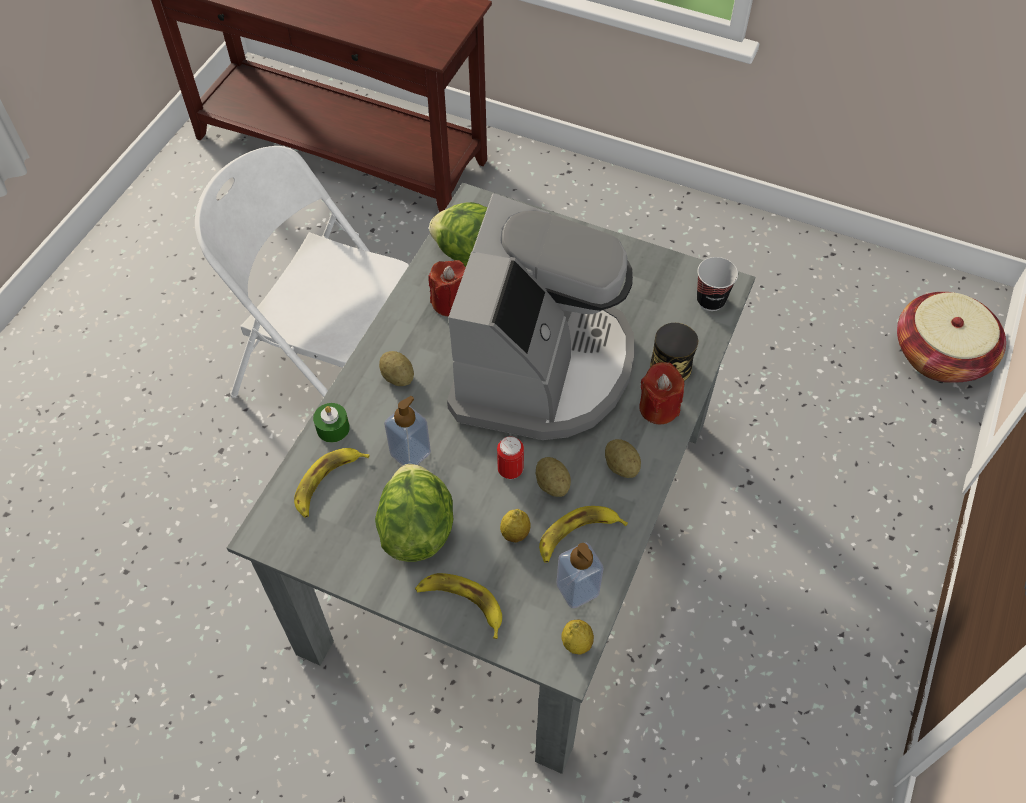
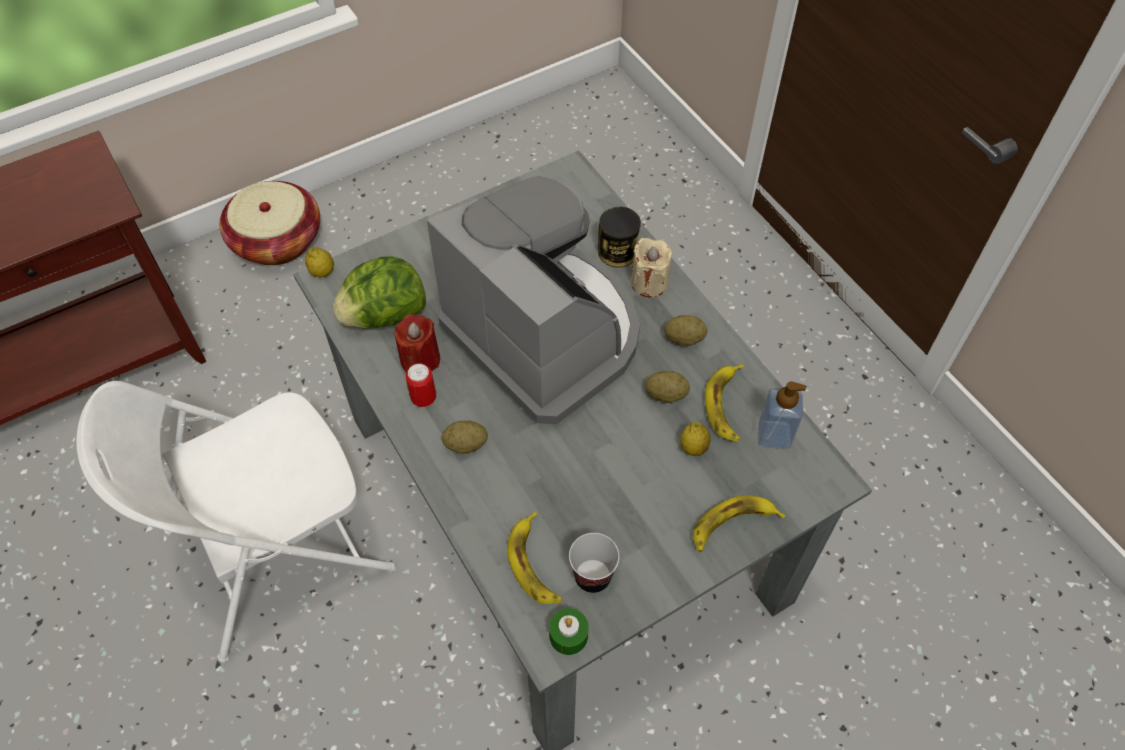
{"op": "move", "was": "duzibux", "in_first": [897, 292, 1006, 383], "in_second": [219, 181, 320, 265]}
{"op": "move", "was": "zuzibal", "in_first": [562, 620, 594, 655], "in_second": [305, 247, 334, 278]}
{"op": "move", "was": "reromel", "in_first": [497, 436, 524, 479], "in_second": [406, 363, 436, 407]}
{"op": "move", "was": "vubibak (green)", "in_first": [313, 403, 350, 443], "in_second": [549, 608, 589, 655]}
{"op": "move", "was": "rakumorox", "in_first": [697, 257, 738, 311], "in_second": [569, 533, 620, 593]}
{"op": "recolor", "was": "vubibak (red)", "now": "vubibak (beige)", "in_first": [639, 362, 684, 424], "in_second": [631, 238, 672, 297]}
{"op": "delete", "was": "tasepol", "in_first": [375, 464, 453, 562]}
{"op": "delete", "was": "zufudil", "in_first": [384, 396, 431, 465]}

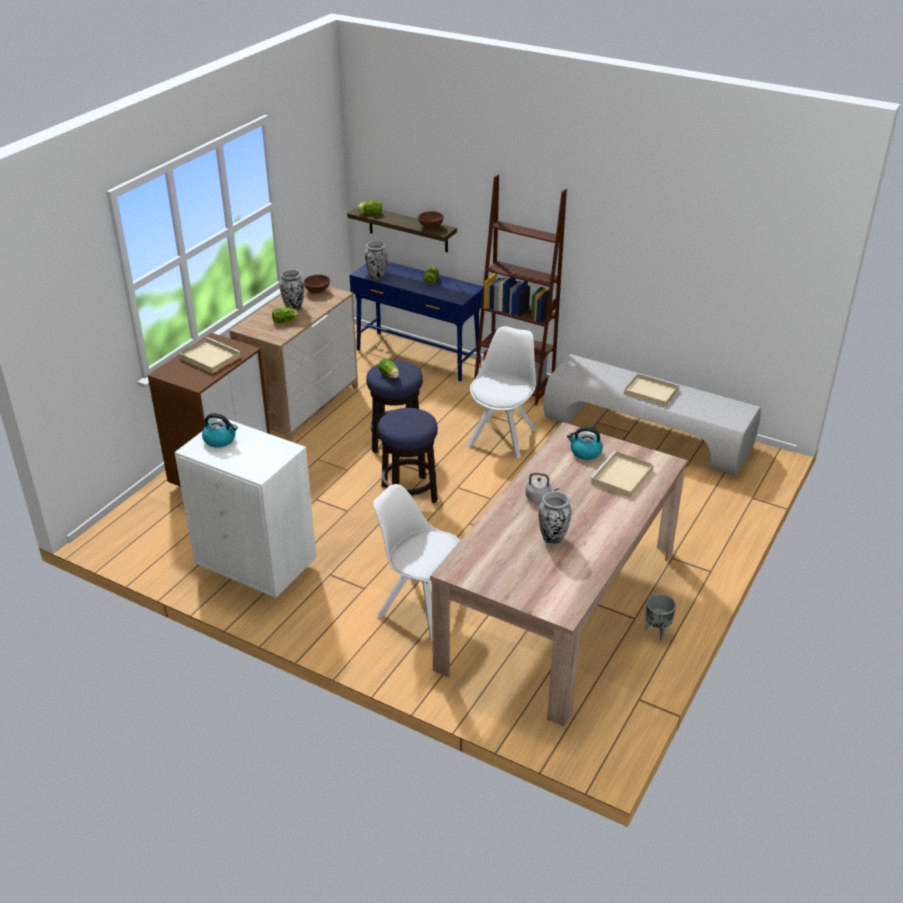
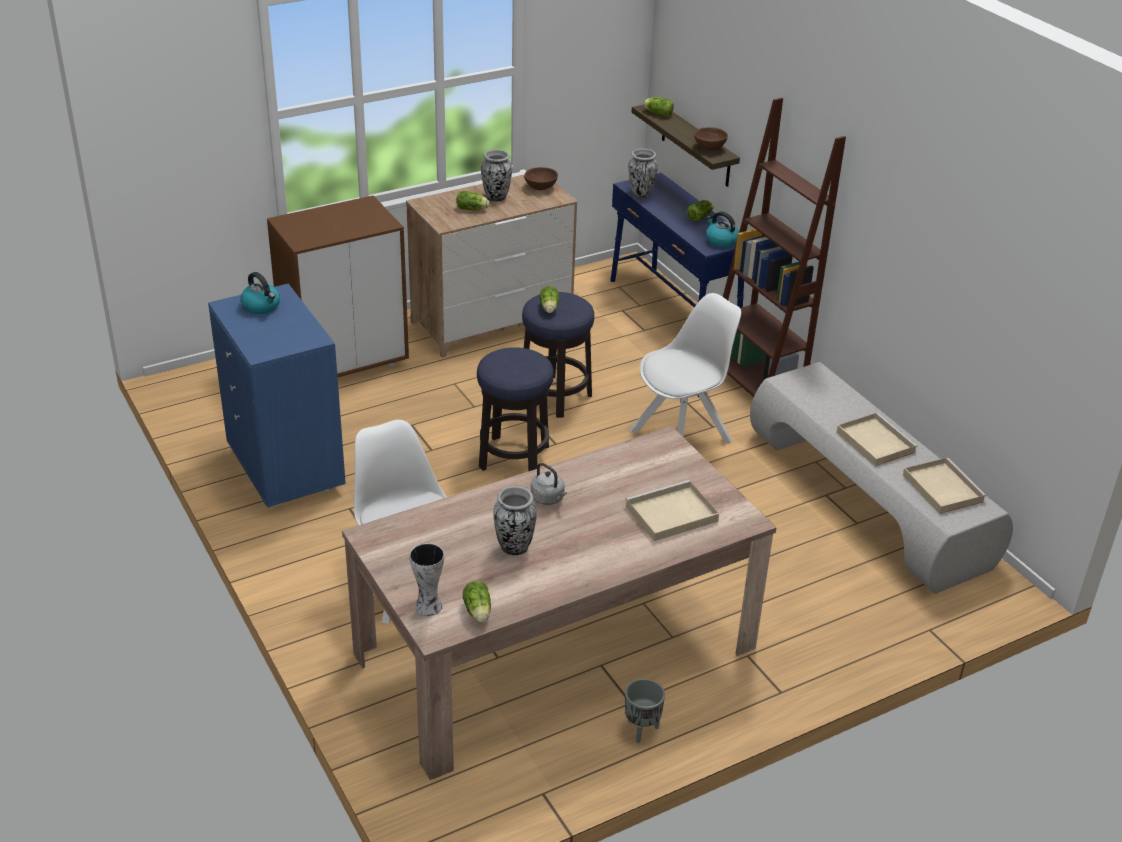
{"op": "recolor", "was": "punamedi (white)", "now": "punamedi (blue)", "in_first": [175, 419, 316, 598], "in_second": [208, 284, 346, 508]}
{"op": "insert", "now": "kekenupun", "in_second": [409, 543, 444, 616]}
{"op": "insert", "now": "tasepol", "in_second": [463, 581, 491, 623]}
{"op": "move", "was": "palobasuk", "in_first": [567, 427, 603, 460], "in_second": [706, 211, 739, 248]}
{"op": "move", "was": "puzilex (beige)", "in_first": [178, 337, 241, 374], "in_second": [903, 458, 987, 514]}

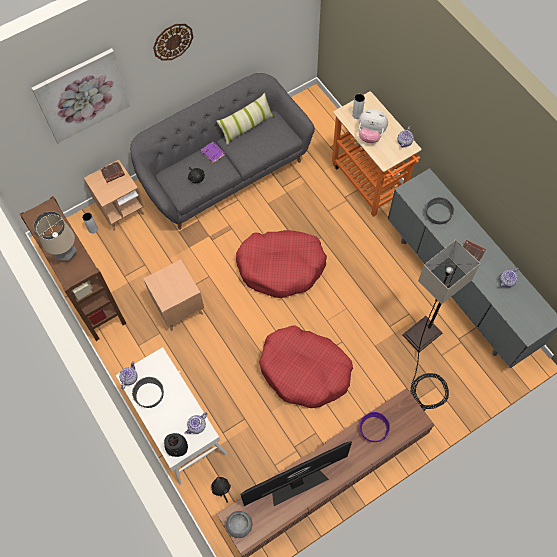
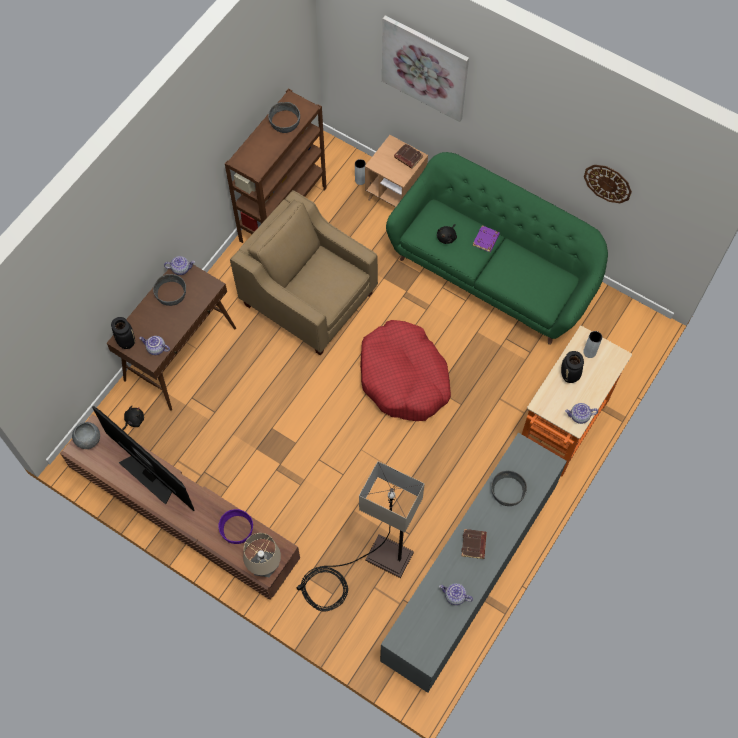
{"op": "recolor", "was": "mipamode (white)", "now": "mipamode (brown)", "in_first": [116, 347, 227, 485], "in_second": [107, 262, 236, 411]}
{"op": "replace", "was": "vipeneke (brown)", "now": "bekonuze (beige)", "in_first": [143, 259, 204, 331], "in_second": [230, 190, 378, 356]}
{"op": "move", "was": "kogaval", "in_first": [36, 214, 77, 261], "in_second": [243, 533, 281, 577]}
{"op": "recolor", "was": "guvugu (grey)", "now": "guvugu (green)", "in_first": [130, 73, 315, 230], "in_second": [386, 152, 608, 345]}
{"op": "replace", "was": "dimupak", "now": "kekenupun (black)", "in_first": [358, 109, 388, 143], "in_second": [561, 351, 584, 383]}
{"op": "move", "was": "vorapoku", "in_first": [153, 24, 193, 61], "in_second": [584, 165, 632, 203]}
{"op": "delete", "was": "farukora", "in_first": [217, 93, 274, 145]}
{"op": "delete", "was": "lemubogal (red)", "in_first": [259, 325, 353, 408]}

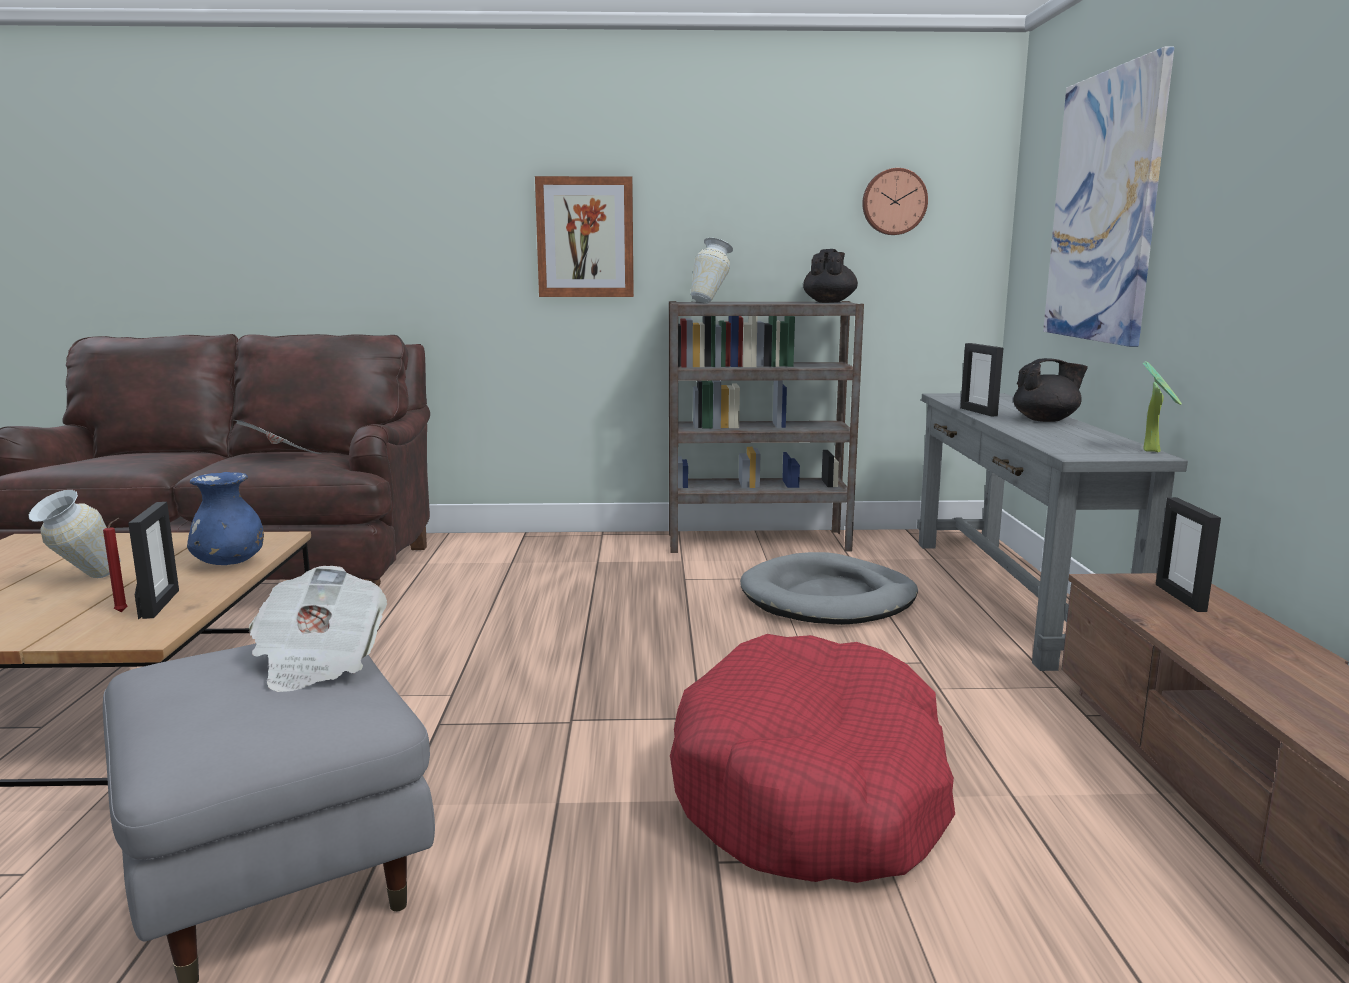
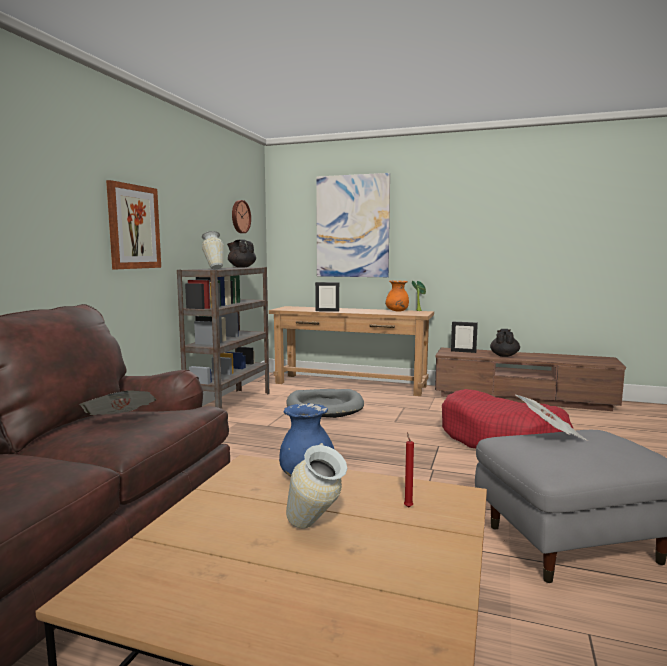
{"op": "recolor", "was": "mipamode (grey)", "now": "mipamode (brown)", "in_first": [917, 393, 1188, 671], "in_second": [269, 306, 434, 396]}
{"op": "insert", "now": "kekenupun (orange)", "in_second": [385, 280, 409, 312]}
{"op": "move", "was": "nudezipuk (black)", "in_first": [1013, 358, 1088, 422], "in_second": [490, 329, 520, 357]}
{"op": "delete", "was": "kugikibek", "in_first": [128, 502, 179, 619]}

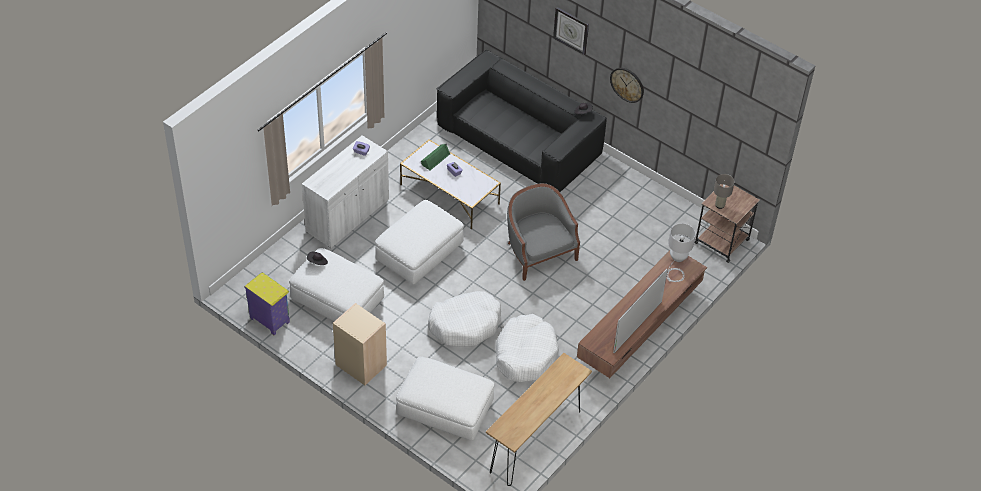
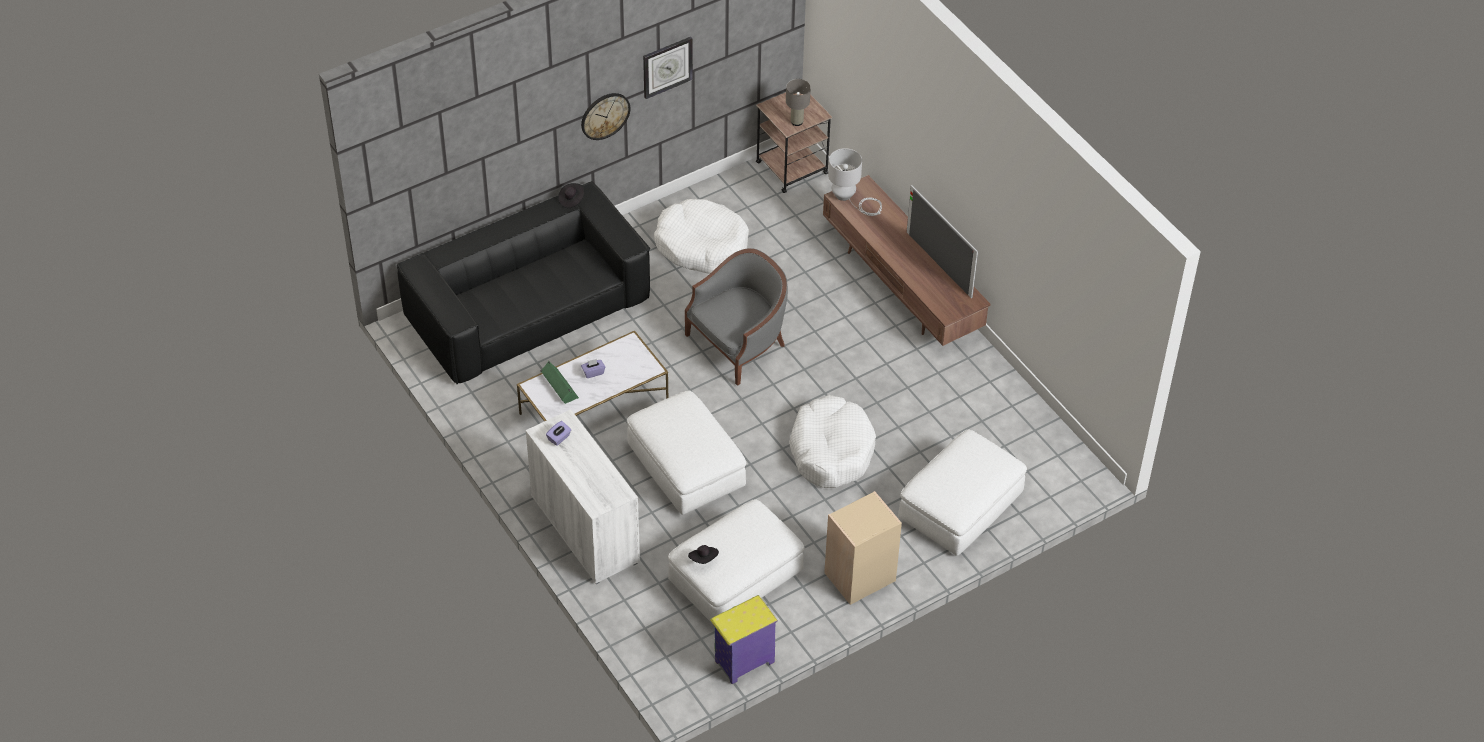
{"op": "move", "was": "vorapoku", "in_first": [553, 7, 589, 55], "in_second": [643, 37, 693, 99]}
{"op": "move", "was": "lemubogal (white)", "in_first": [496, 314, 559, 382], "in_second": [654, 199, 749, 274]}
{"op": "rotate", "was": "bekonuze (grey)", "in_first": [507, 183, 580, 281], "in_second": [685, 248, 788, 386], "clockwise": 150}
{"op": "delete", "was": "mipamode (brown)", "in_first": [486, 353, 592, 486]}

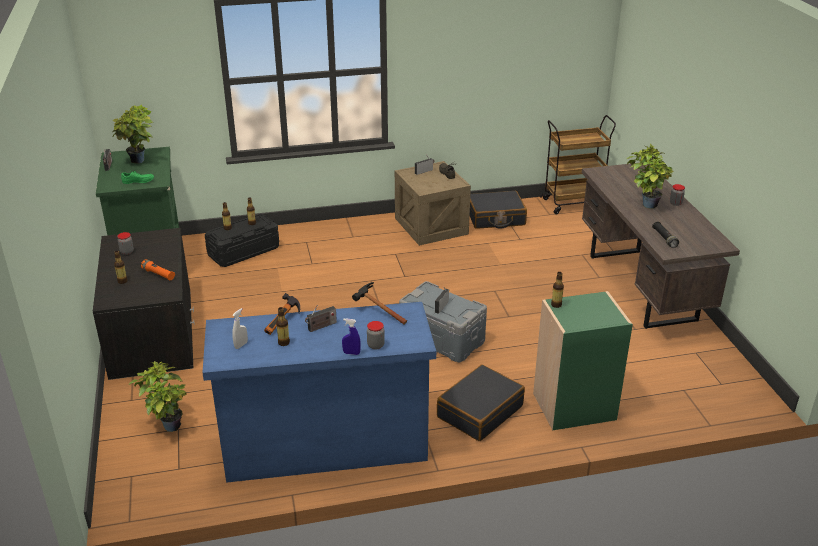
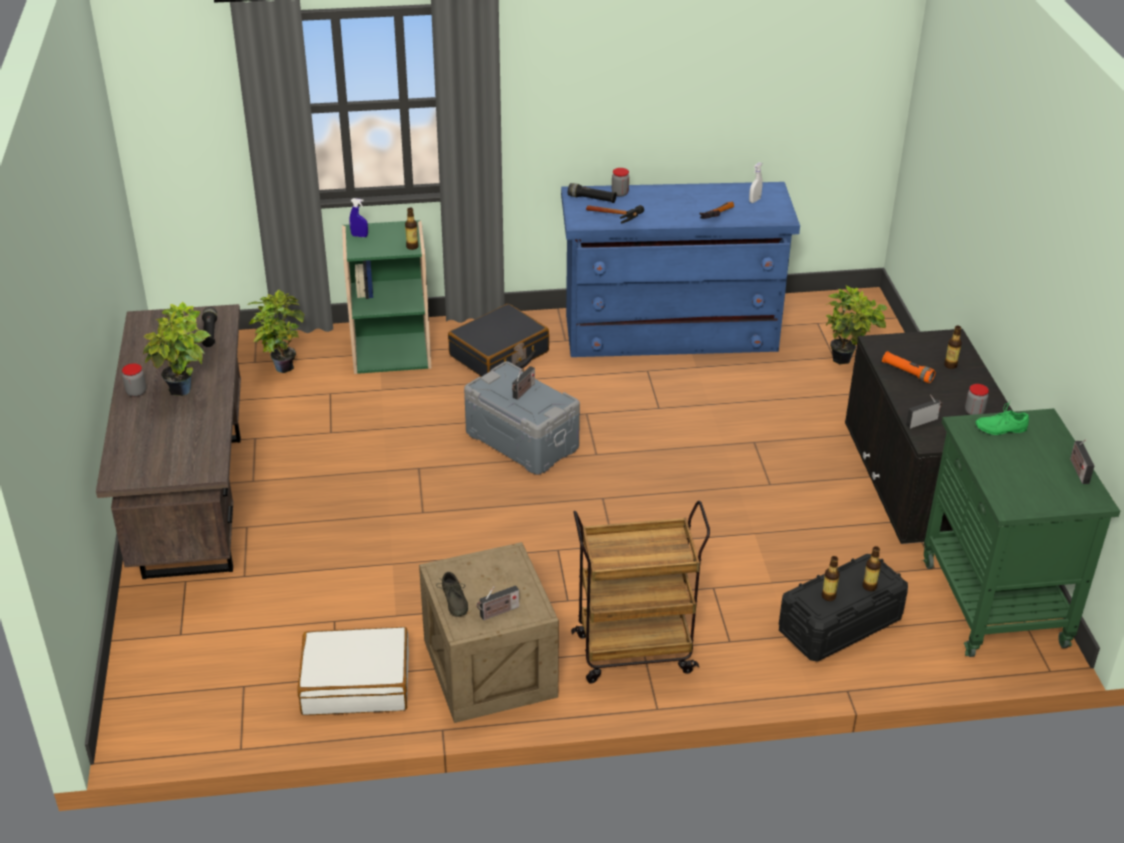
{"op": "move", "was": "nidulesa", "in_first": [113, 105, 153, 164], "in_second": [247, 290, 304, 373]}
{"op": "recolor", "was": "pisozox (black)", "now": "pisozox (white)", "in_first": [470, 191, 527, 229], "in_second": [297, 627, 409, 715]}
{"op": "move", "was": "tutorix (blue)", "in_first": [342, 318, 361, 355], "in_second": [349, 198, 368, 237]}
{"op": "insert", "now": "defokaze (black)", "in_second": [568, 183, 617, 203]}
{"op": "move", "was": "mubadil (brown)", "in_first": [540, 115, 616, 215], "in_second": [571, 501, 710, 684]}
{"op": "move", "was": "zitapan", "in_first": [305, 305, 337, 332], "in_second": [906, 395, 942, 429]}
{"op": "delete", "was": "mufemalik", "in_first": [276, 307, 290, 346]}

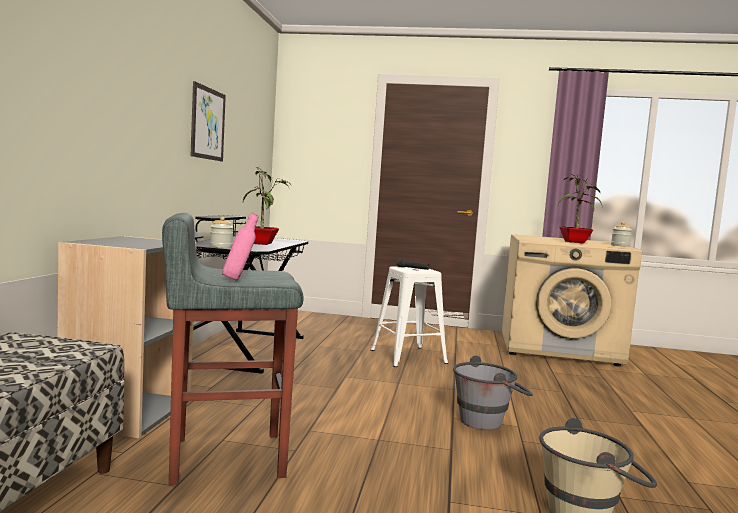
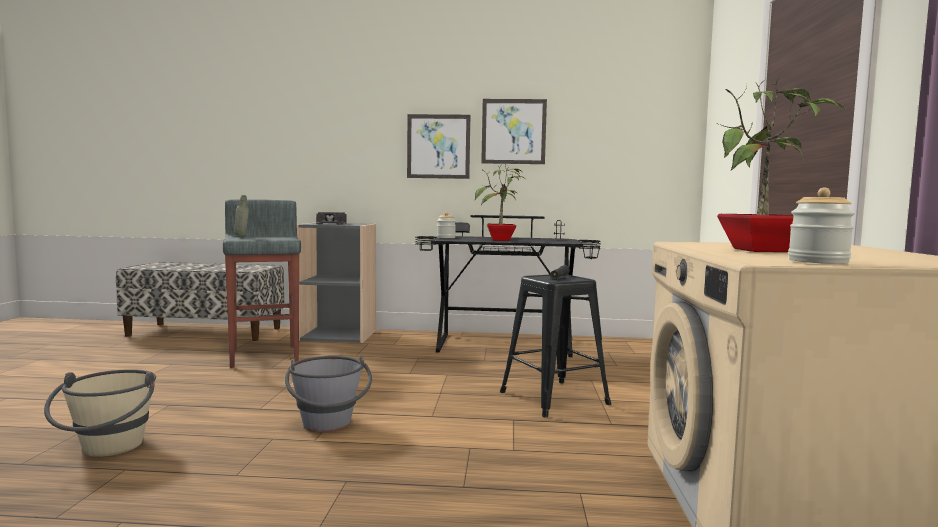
{"op": "recolor", "was": "mufemalik (pink)", "now": "mufemalik (grey)", "in_first": [222, 213, 258, 280], "in_second": [234, 195, 249, 237]}
{"op": "insert", "now": "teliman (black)", "in_second": [316, 212, 347, 225]}
{"op": "insert", "now": "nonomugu", "in_second": [407, 114, 470, 179]}
{"op": "recolor", "was": "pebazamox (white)", "now": "pebazamox (black)", "in_first": [371, 266, 448, 367], "in_second": [500, 275, 612, 417]}

